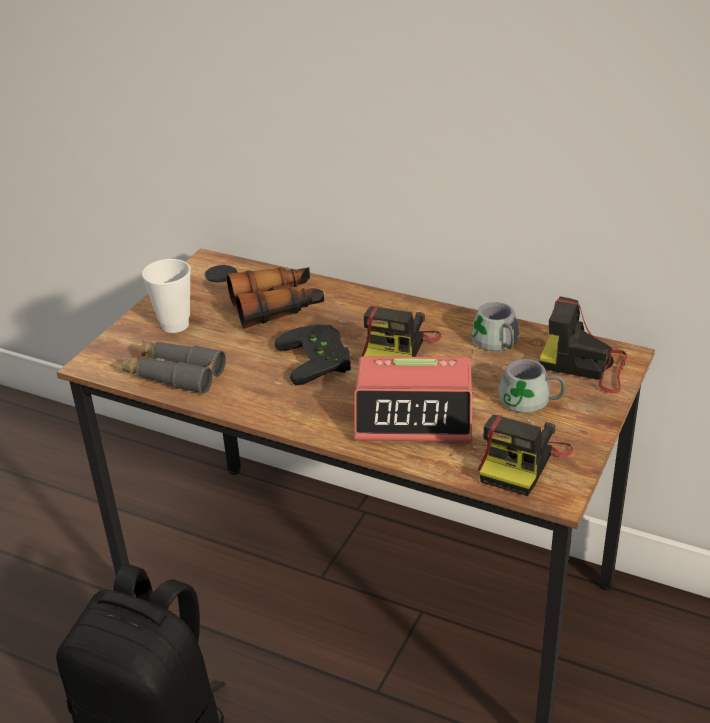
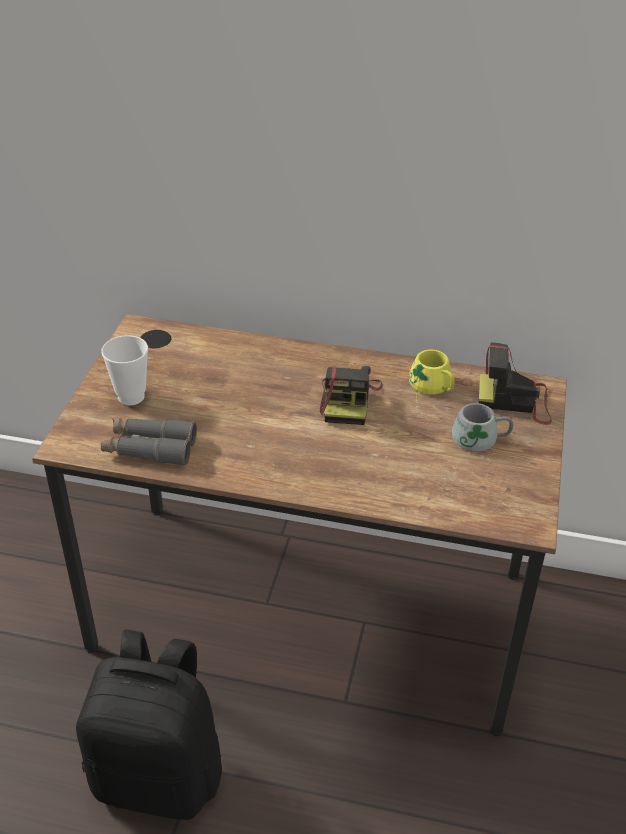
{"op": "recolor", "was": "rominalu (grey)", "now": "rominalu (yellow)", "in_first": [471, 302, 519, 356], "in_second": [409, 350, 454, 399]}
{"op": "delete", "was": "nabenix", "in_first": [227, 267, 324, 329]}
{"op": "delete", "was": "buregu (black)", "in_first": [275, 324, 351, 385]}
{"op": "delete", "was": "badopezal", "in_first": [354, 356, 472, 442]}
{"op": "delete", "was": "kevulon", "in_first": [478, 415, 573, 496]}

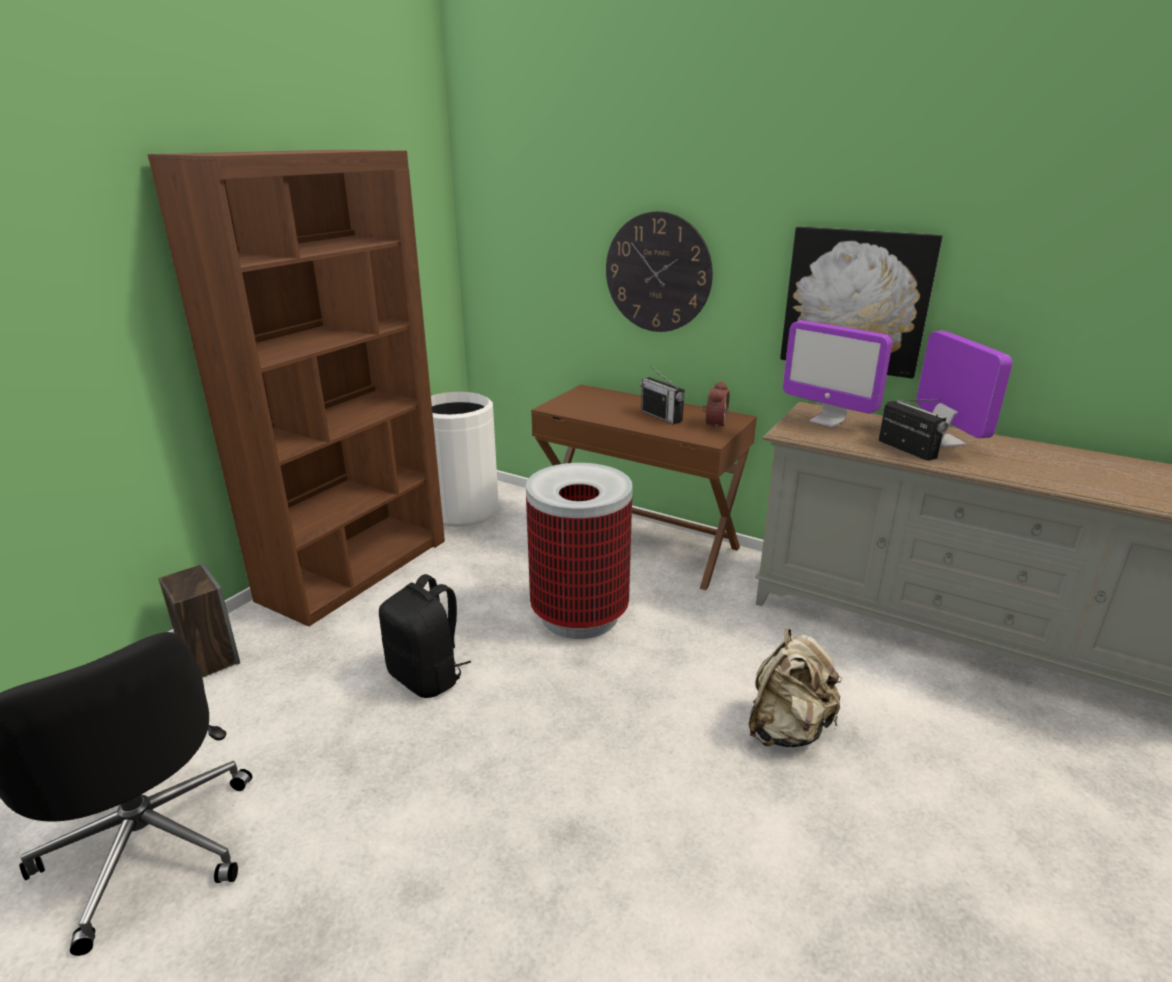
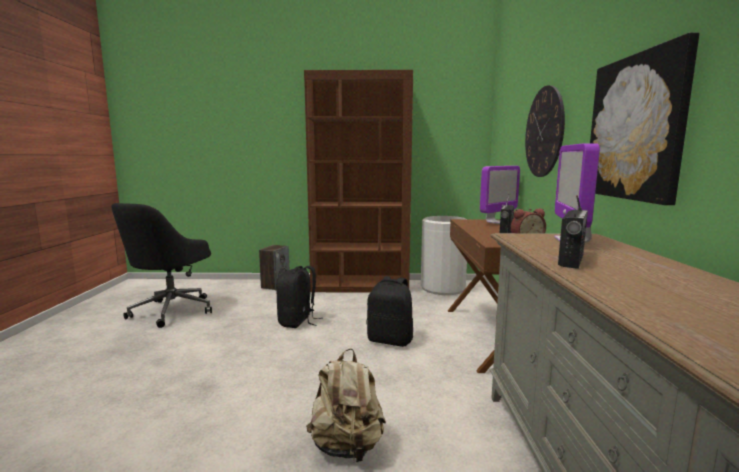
{"op": "replace", "was": "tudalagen", "now": "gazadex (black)", "in_first": [526, 463, 633, 639], "in_second": [367, 276, 413, 347]}
{"op": "move", "was": "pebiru", "in_first": [916, 331, 1012, 447], "in_second": [480, 166, 520, 224]}

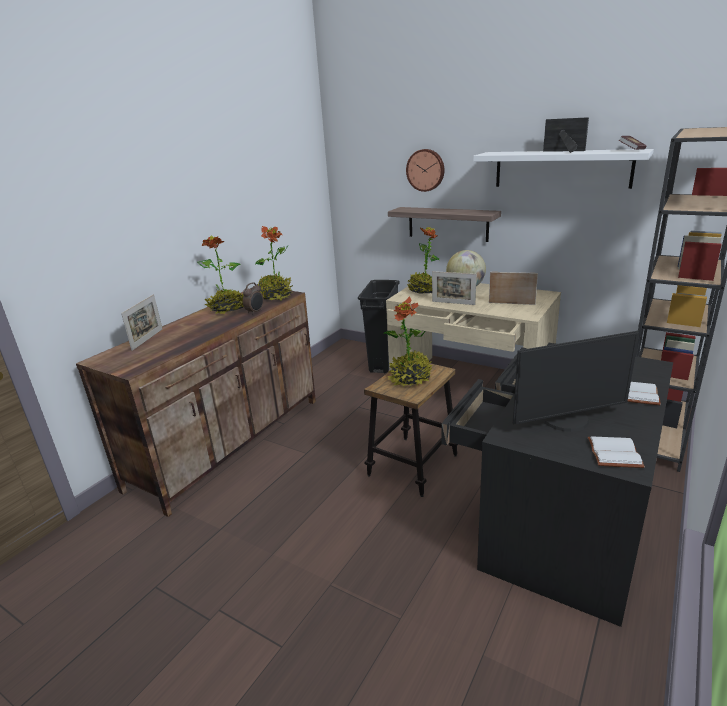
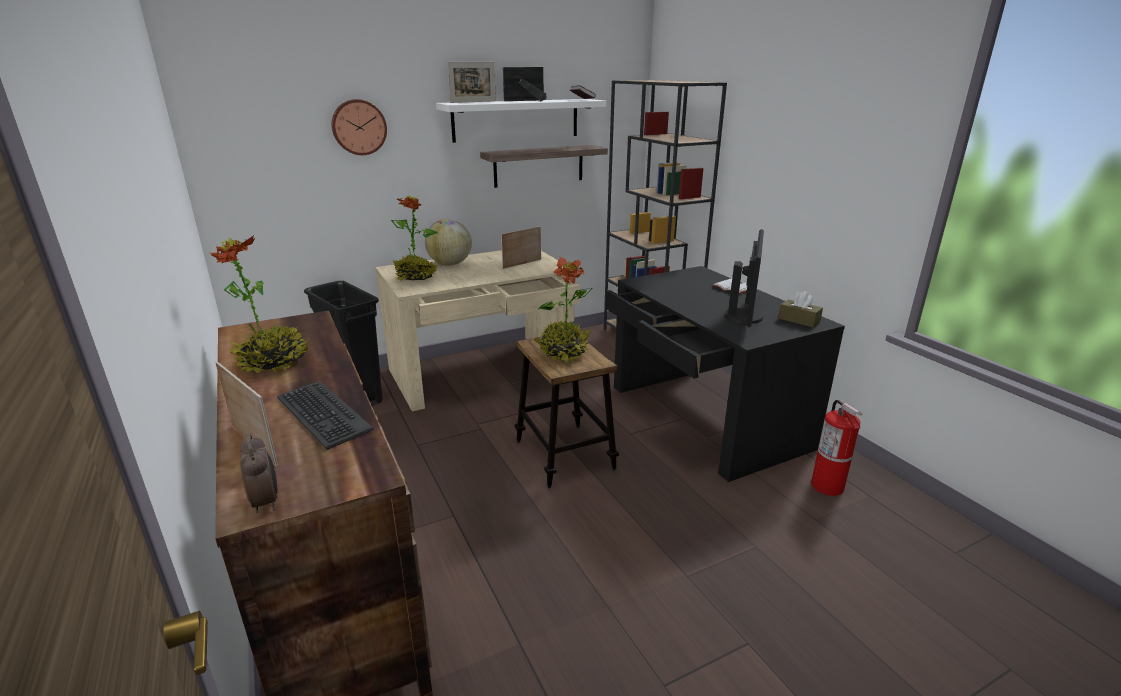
{"op": "move", "was": "badopezal", "in_first": [243, 282, 263, 315], "in_second": [240, 434, 278, 513]}
{"op": "insert", "now": "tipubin", "in_second": [277, 381, 374, 450]}
{"op": "move", "was": "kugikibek", "in_first": [432, 271, 476, 305], "in_second": [447, 62, 496, 103]}
{"op": "move", "was": "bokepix", "in_first": [388, 207, 501, 242], "in_second": [480, 145, 608, 188]}
{"op": "replace", "was": "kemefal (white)", "now": "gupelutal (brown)", "in_first": [588, 436, 645, 468], "in_second": [779, 291, 823, 327]}
{"op": "insert", "now": "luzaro", "in_second": [811, 400, 862, 496]}
{"op": "delete", "was": "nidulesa", "in_first": [255, 226, 293, 301]}

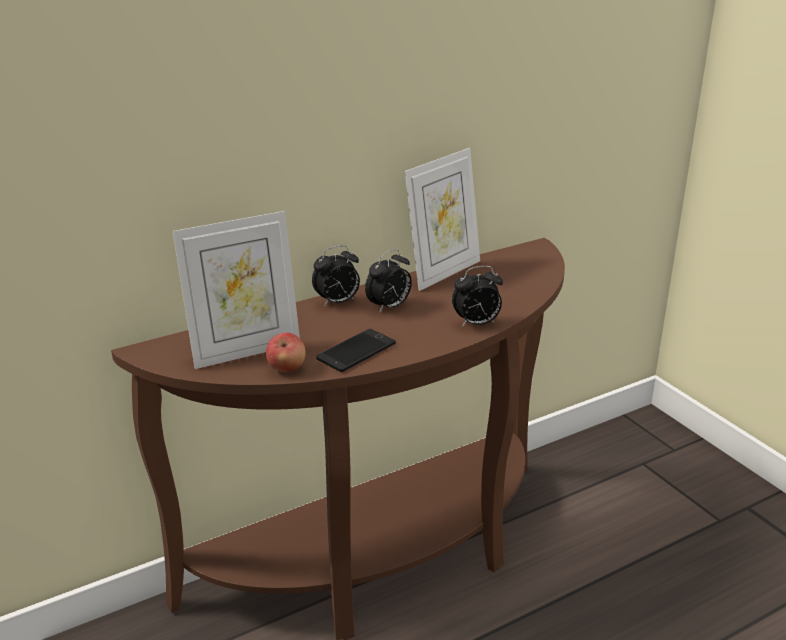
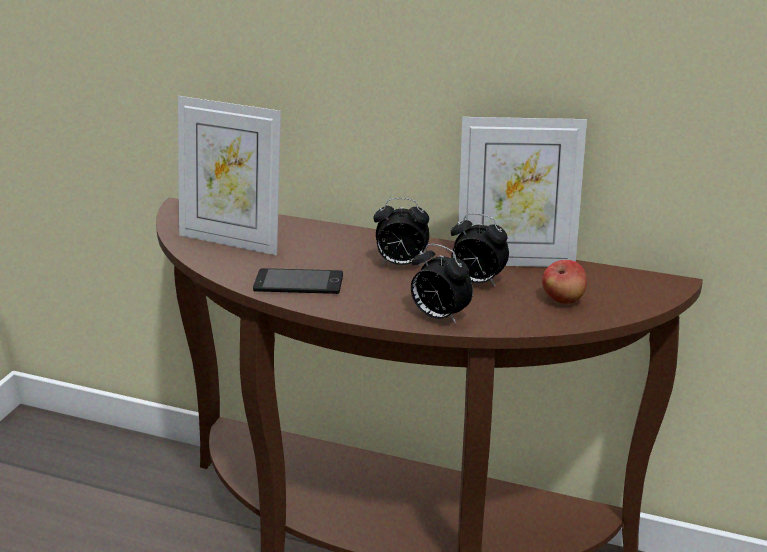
{"op": "move", "was": "badopezal", "in_first": [312, 245, 360, 307], "in_second": [451, 213, 509, 287]}
{"op": "move", "was": "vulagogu", "in_first": [266, 333, 306, 372], "in_second": [542, 260, 587, 304]}

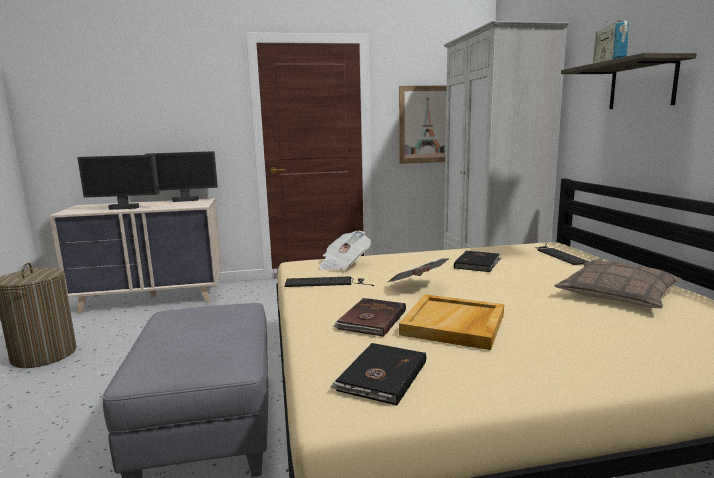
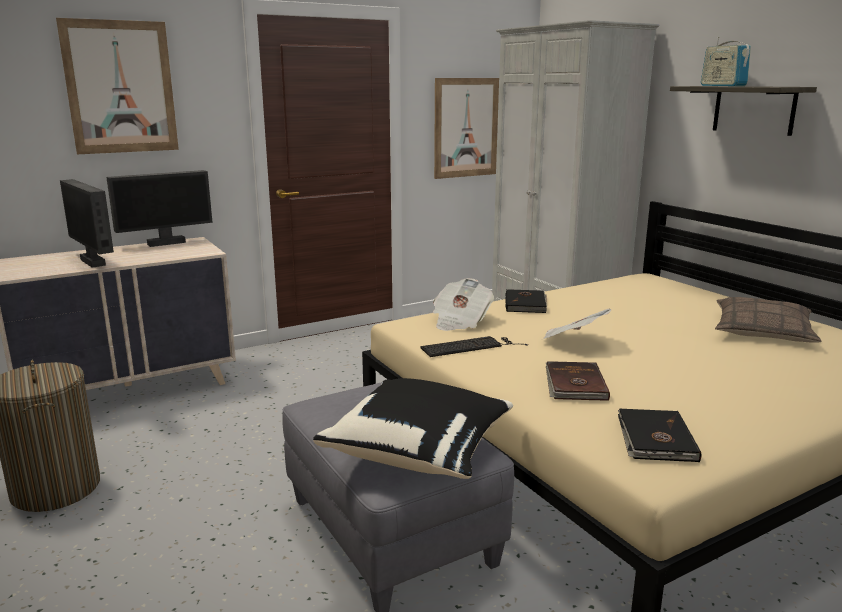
{"op": "insert", "now": "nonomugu", "in_second": [56, 18, 179, 154]}
{"op": "rotate", "was": "pebiru", "in_first": [77, 155, 160, 210], "in_second": [60, 179, 114, 268], "clockwise": 75}
{"op": "insert", "now": "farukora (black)", "in_second": [313, 378, 513, 479]}
{"op": "move", "was": "kemefal (black)", "in_first": [454, 251, 502, 272], "in_second": [505, 289, 547, 313]}
{"op": "delete", "was": "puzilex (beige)", "in_first": [399, 294, 504, 350]}
{"op": "delete", "was": "tipubin", "in_first": [535, 244, 589, 265]}

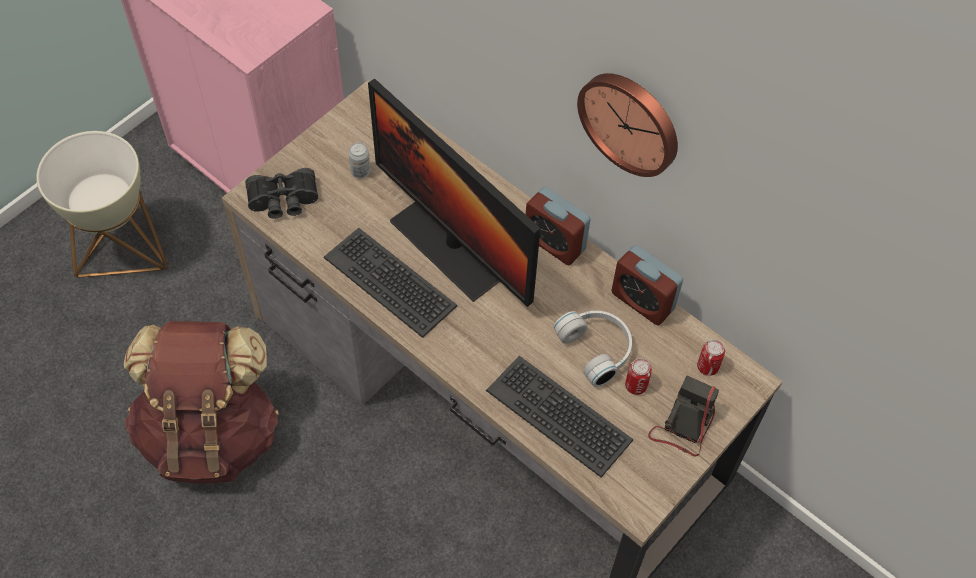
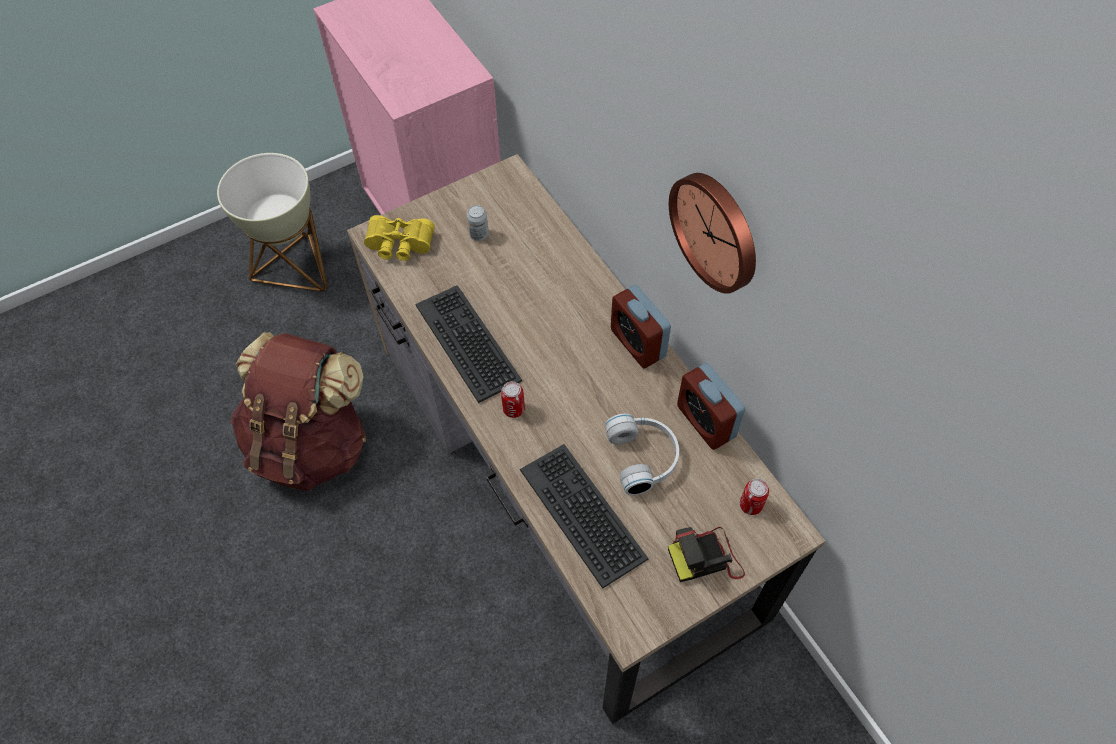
{"op": "recolor", "was": "nabenix (black)", "now": "nabenix (yellow)", "in_first": [245, 168, 318, 219], "in_second": [364, 215, 435, 261]}
{"op": "move", "was": "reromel", "in_first": [625, 359, 652, 395], "in_second": [501, 381, 525, 418]}
{"op": "rotate", "was": "kevulon", "in_first": [648, 375, 719, 456], "in_second": [668, 527, 745, 582], "clockwise": -150}
{"op": "delete", "was": "pebiru", "in_first": [368, 79, 541, 307]}

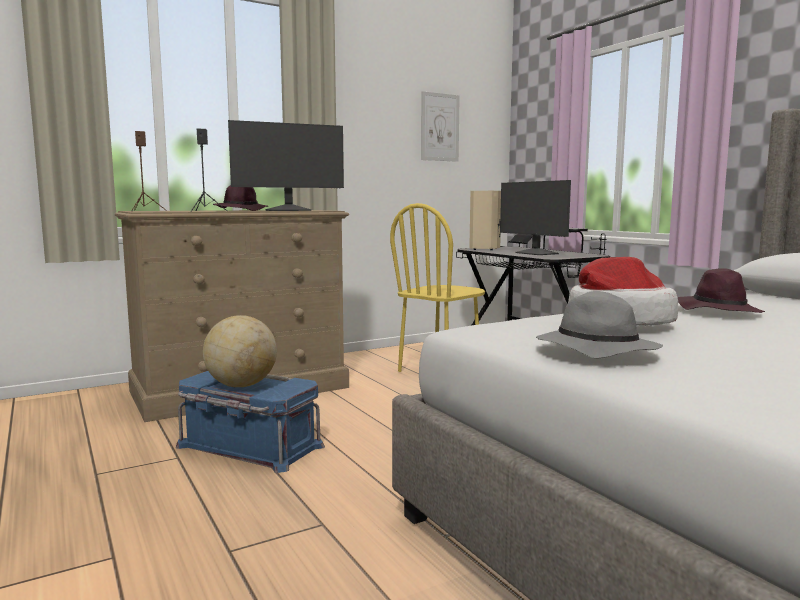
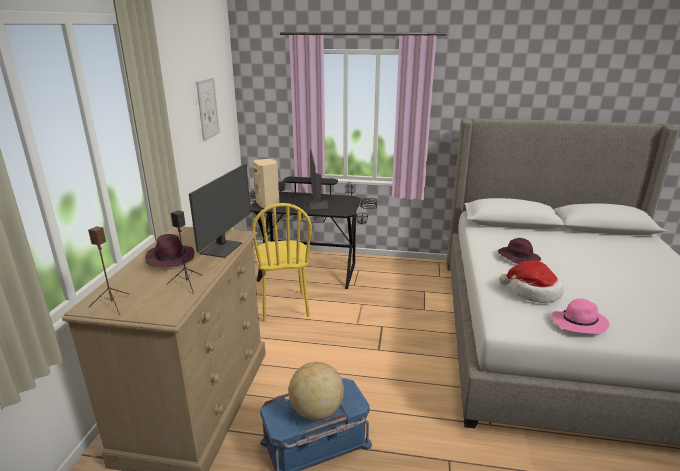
{"op": "rotate", "was": "pebiru", "in_first": [500, 180, 571, 255], "in_second": [309, 149, 329, 210], "clockwise": 75}
{"op": "recolor", "was": "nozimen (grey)", "now": "nozimen (pink)", "in_first": [536, 291, 663, 358], "in_second": [552, 298, 610, 334]}

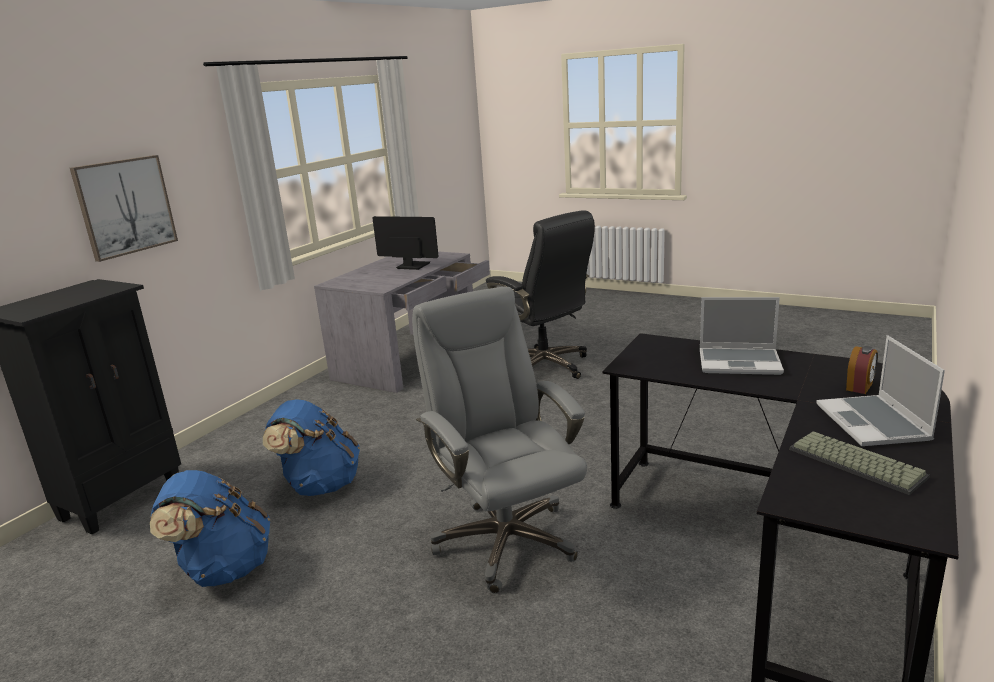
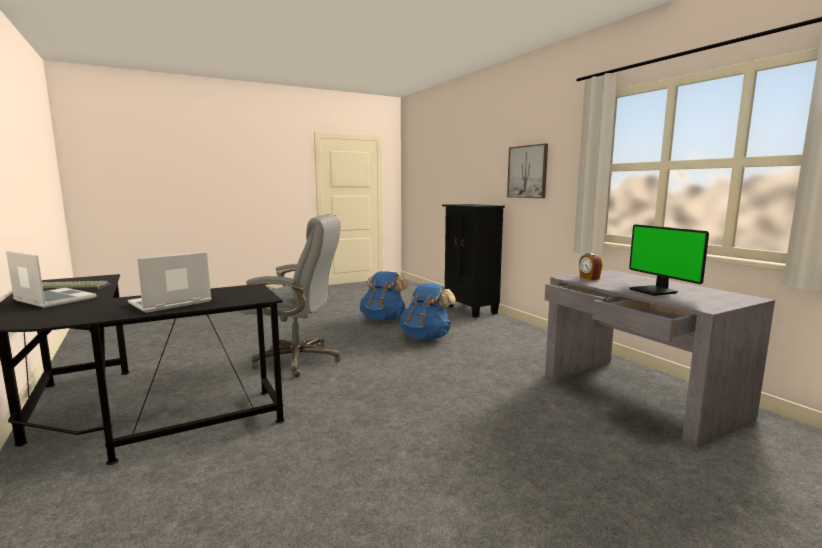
{"op": "move", "was": "badopezal", "in_first": [846, 346, 878, 394], "in_second": [579, 253, 602, 280]}
{"op": "rotate", "was": "pebiru", "in_first": [372, 216, 439, 270], "in_second": [629, 224, 709, 296], "clockwise": 105}
{"op": "delete", "was": "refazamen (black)", "in_first": [486, 210, 595, 379]}

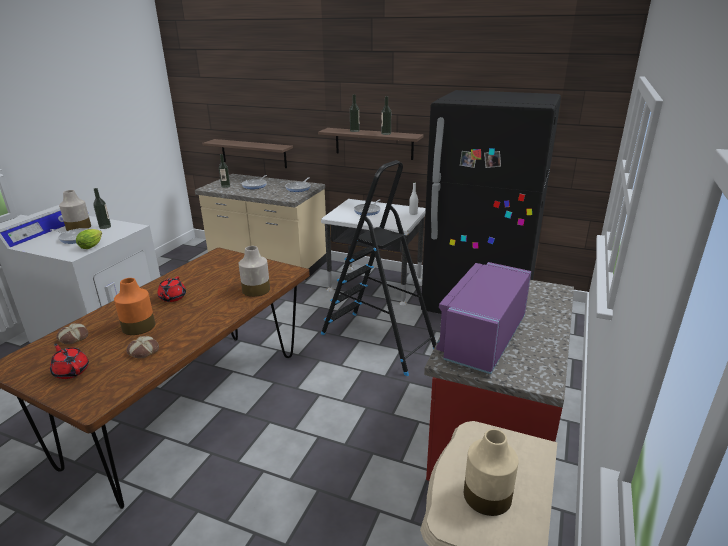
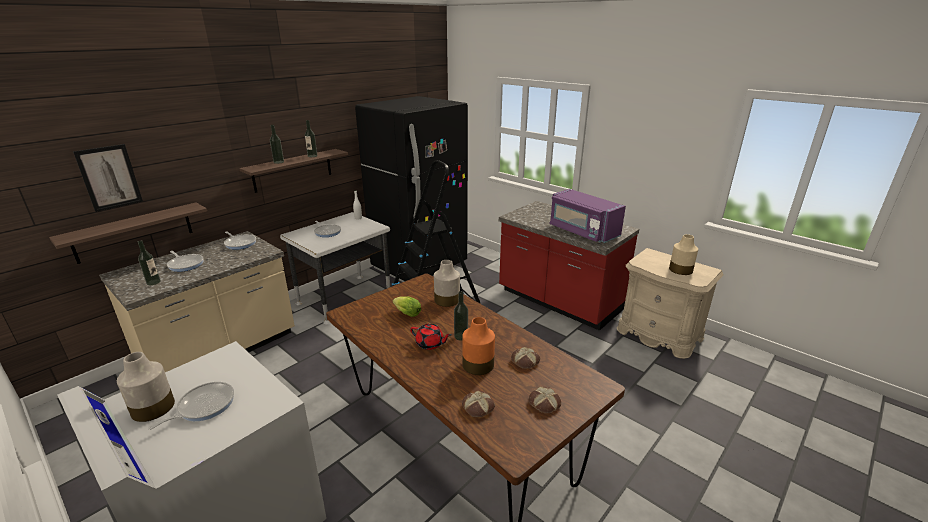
{"op": "insert", "now": "nonomugu", "in_second": [73, 144, 143, 212]}
{"op": "move", "was": "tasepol", "in_first": [76, 229, 102, 249], "in_second": [393, 296, 421, 317]}
{"op": "move", "was": "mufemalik", "in_first": [93, 188, 111, 229], "in_second": [454, 291, 468, 341]}
{"op": "replace", "was": "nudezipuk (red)", "now": "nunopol", "in_first": [50, 343, 89, 379], "in_second": [529, 386, 561, 414]}

